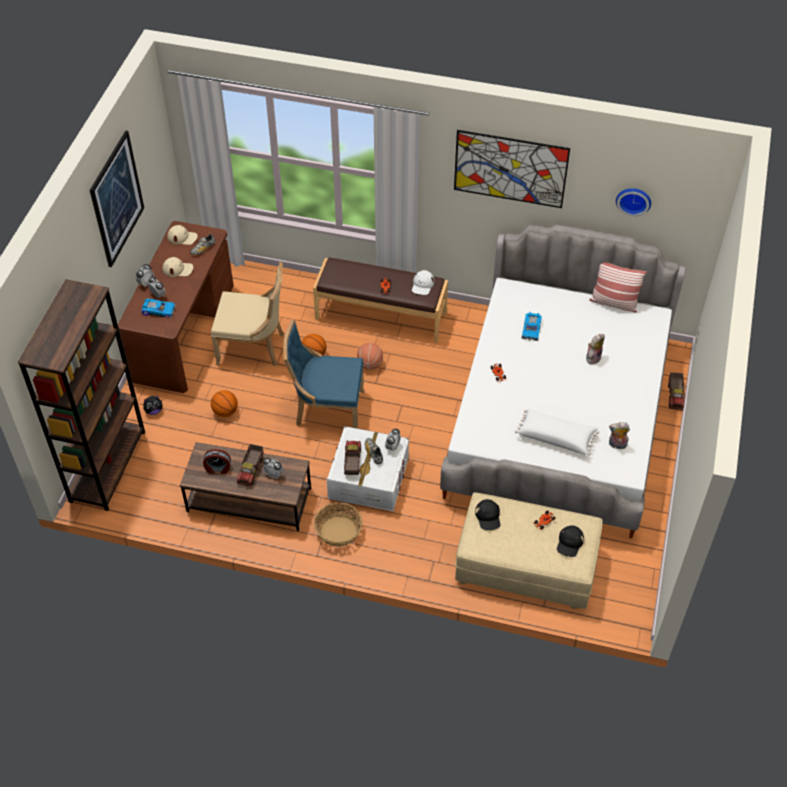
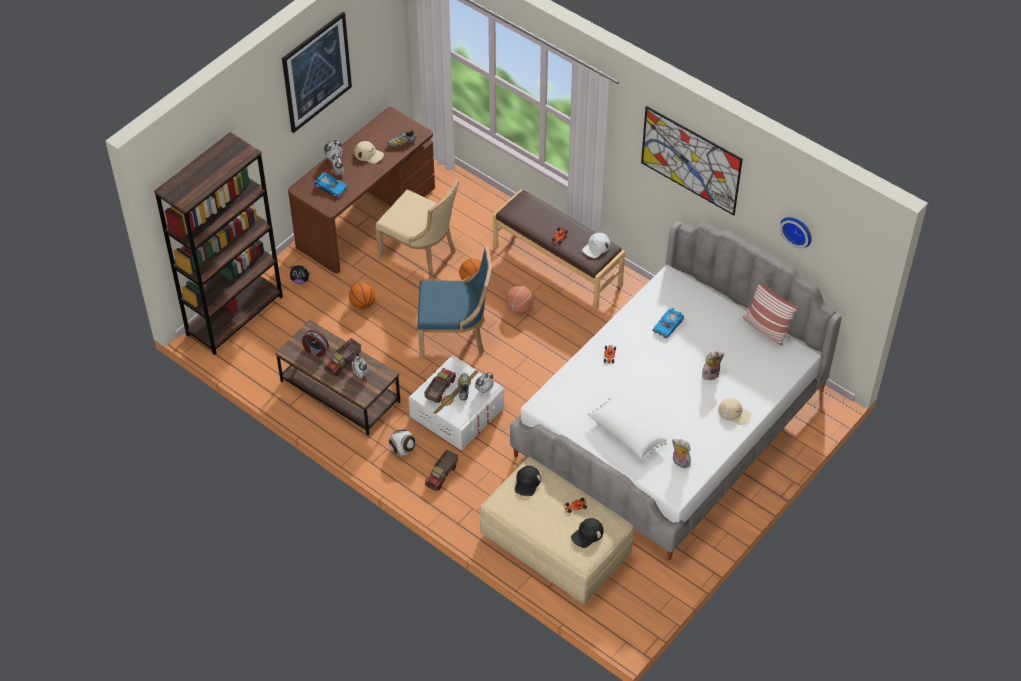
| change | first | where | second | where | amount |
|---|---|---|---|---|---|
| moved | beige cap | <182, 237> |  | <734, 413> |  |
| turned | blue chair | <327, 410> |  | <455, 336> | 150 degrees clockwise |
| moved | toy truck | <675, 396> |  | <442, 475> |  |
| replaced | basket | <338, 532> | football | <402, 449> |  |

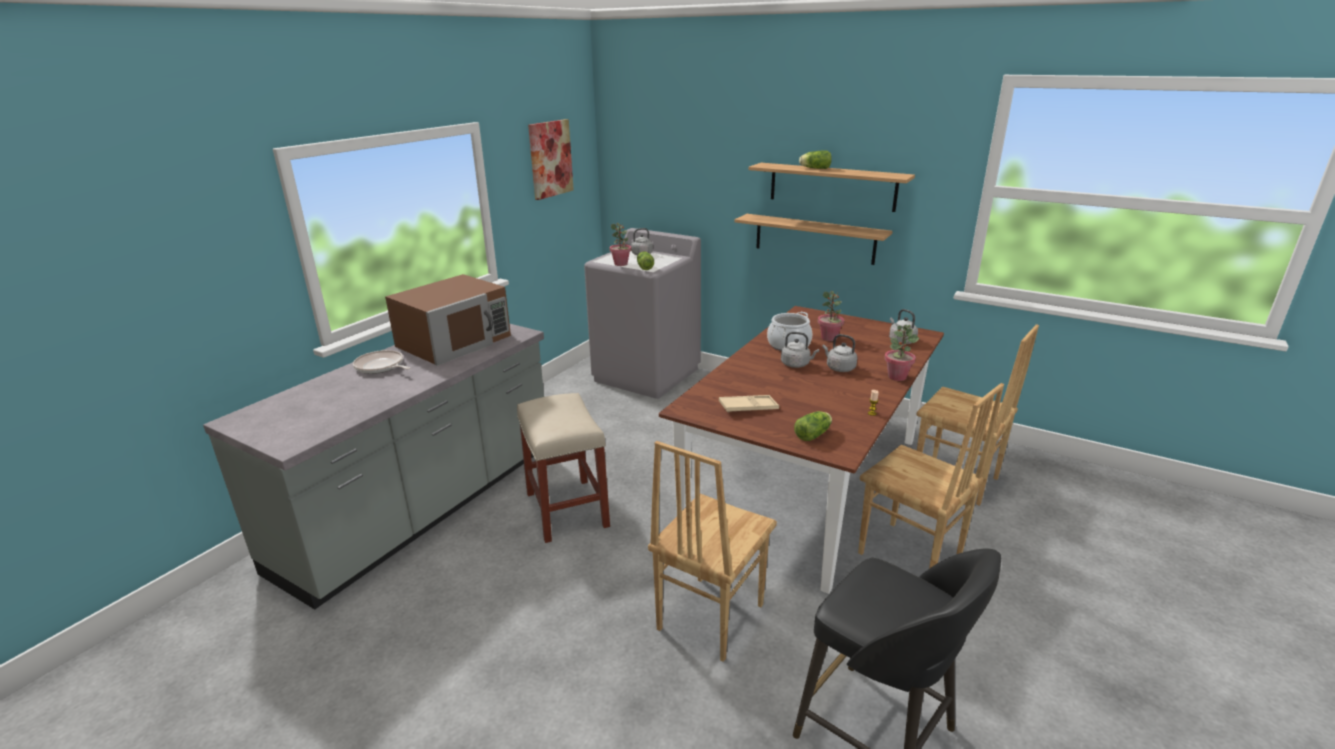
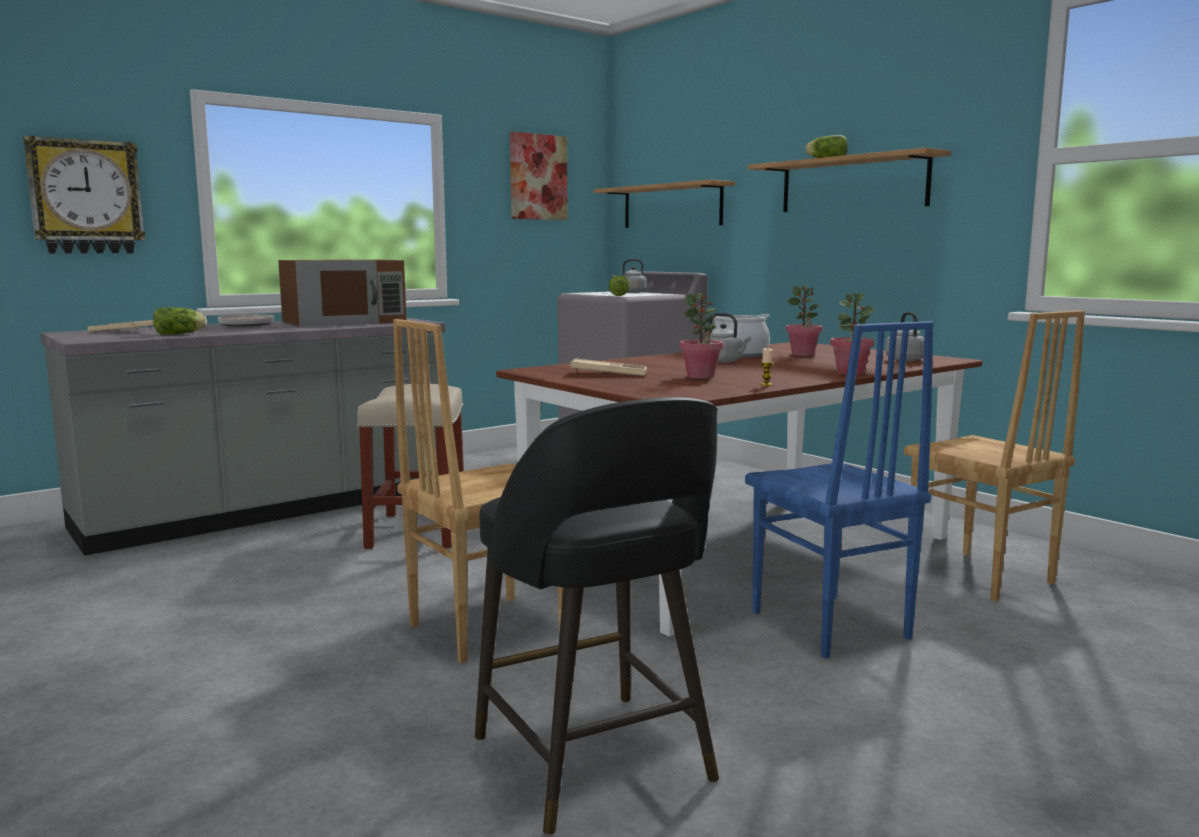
| change | first | where | second | where | amount |
|---|---|---|---|---|---|
| moved | shelf | <814, 238> |  | <671, 206> |  |
| moved | potted plant | <621, 264> |  | <700, 376> |  |
| removed | grey kettle | <839, 368> |  |  |  |
| recoloured | brown chair | <909, 556> | blue chair | <828, 626> |  |
| moved | lettuce | <814, 434> |  | <181, 334> |  |
| added |  |  | wall clock | <86, 197> |  |
| added |  |  | beige tray | <122, 331> |  |

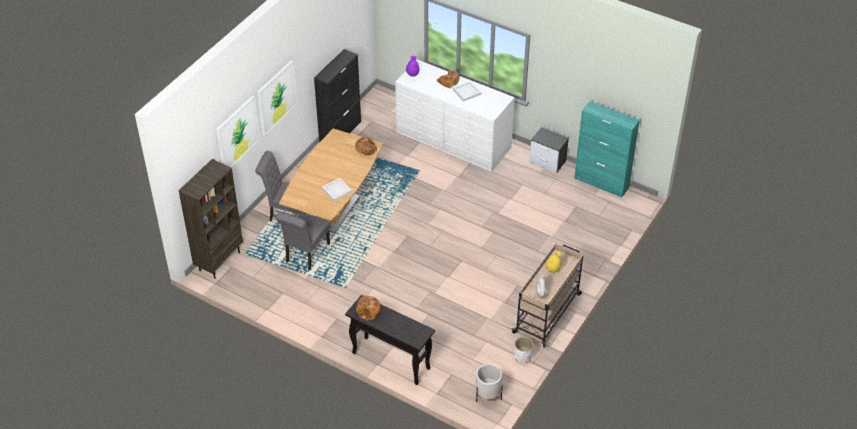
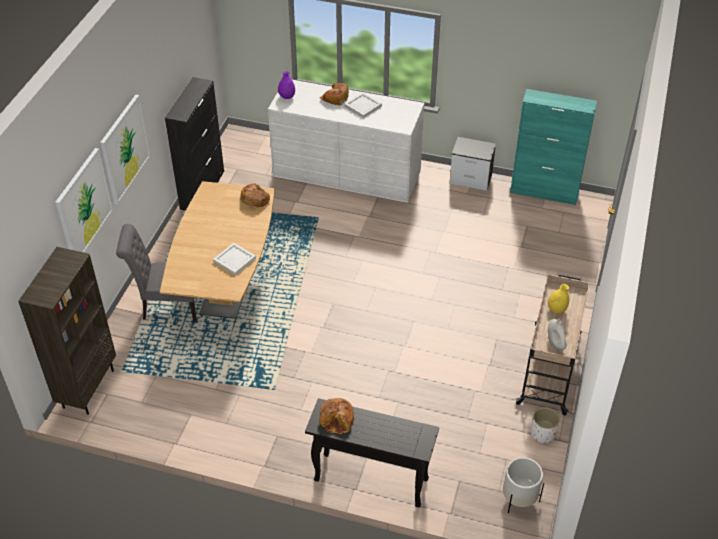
| change | first | where | second | where | amount |
|---|---|---|---|---|---|
| removed | grey chair | <305, 255> |  |  |  |

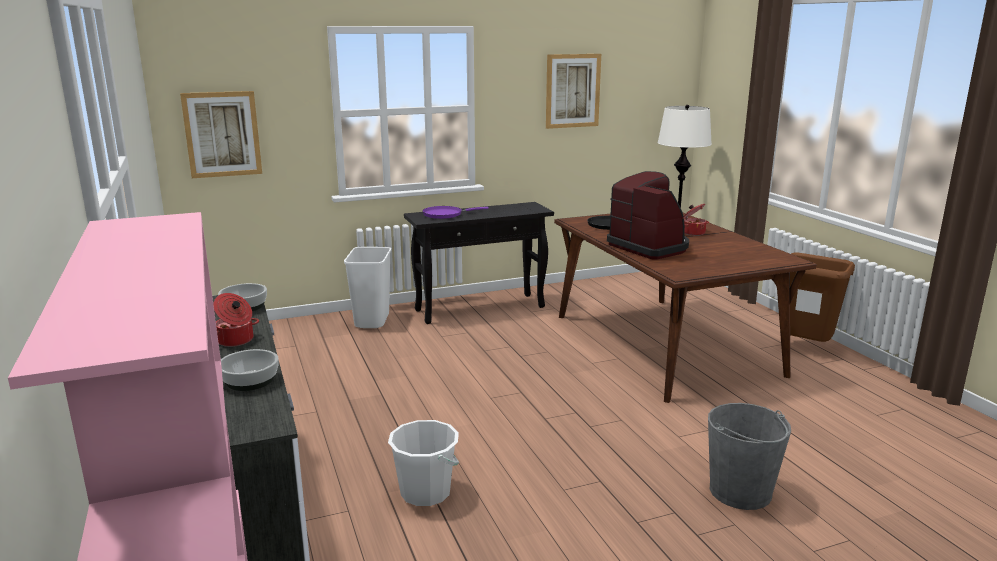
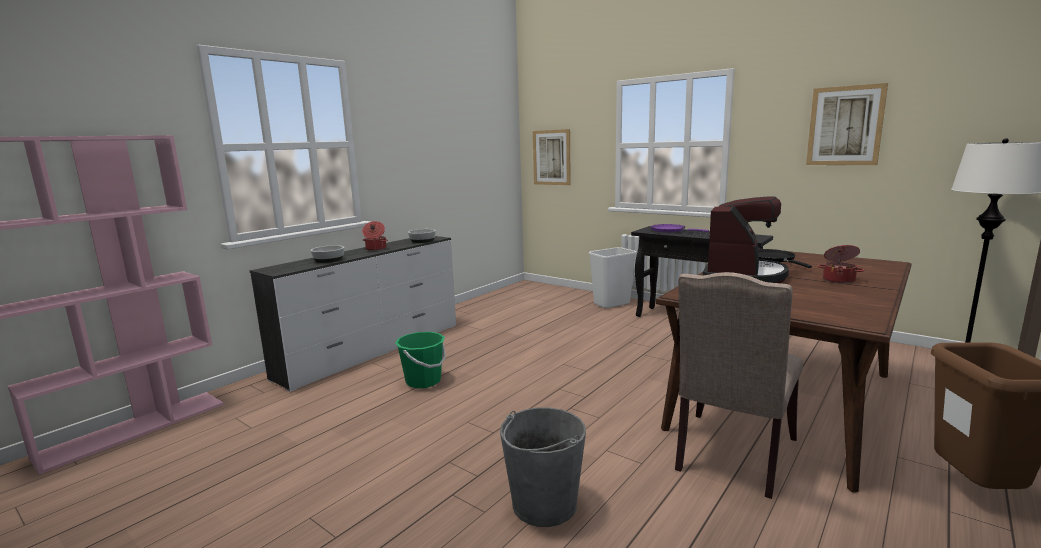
| change | first | where | second | where | amount |
|---|---|---|---|---|---|
| recoloured | white bucket | <426, 492> | green bucket | <423, 381> |  |
| added |  |  | beige chair | <732, 456> |  |

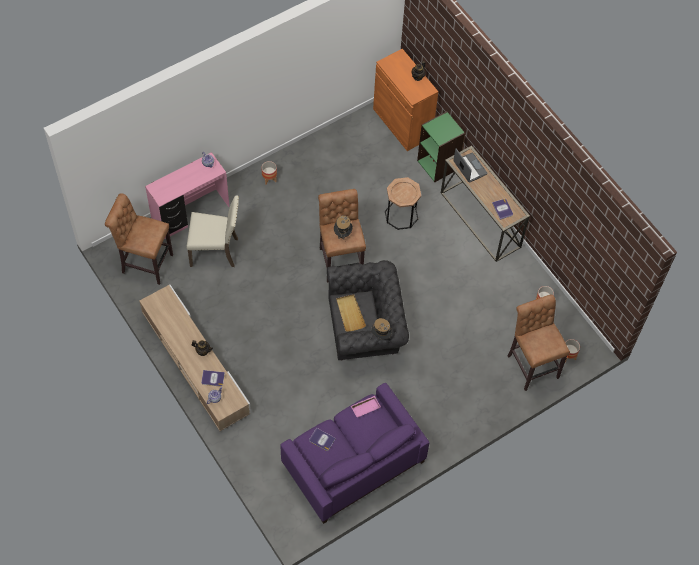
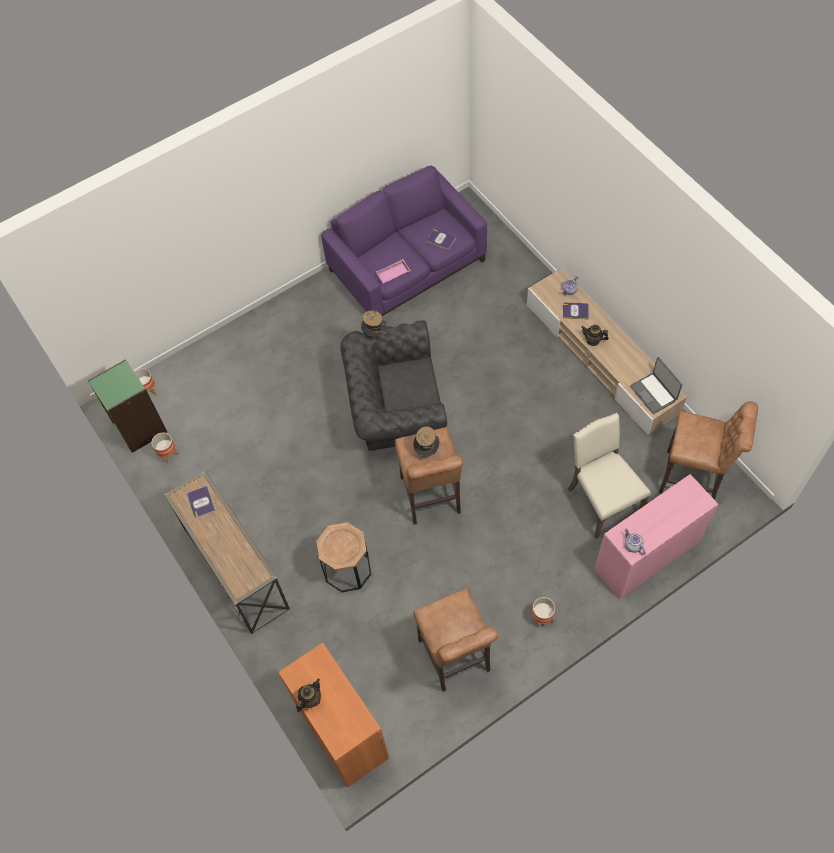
| change | first | where | second | where | amount |
|---|---|---|---|---|---|
| moved | green bookcase | <438, 164> |  | <139, 428> |  |
| moved | laptop | <469, 168> |  | <654, 393> |  |
| turned | beige chair | <215, 251> |  | <601, 501> | 60 degrees clockwise |
| removed | beige tray | <350, 313> |  |  |  |
| moved | brown stool | <531, 364> |  | <455, 659> |  |

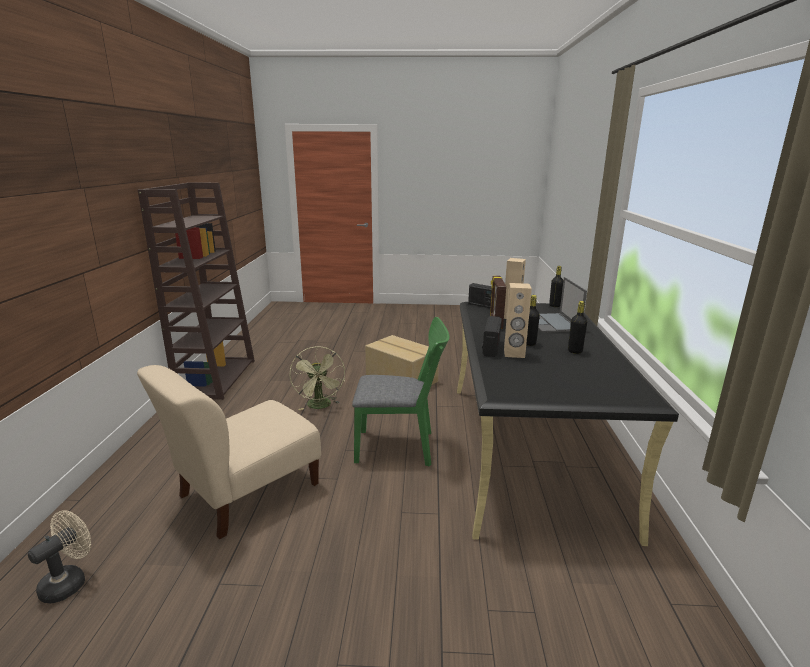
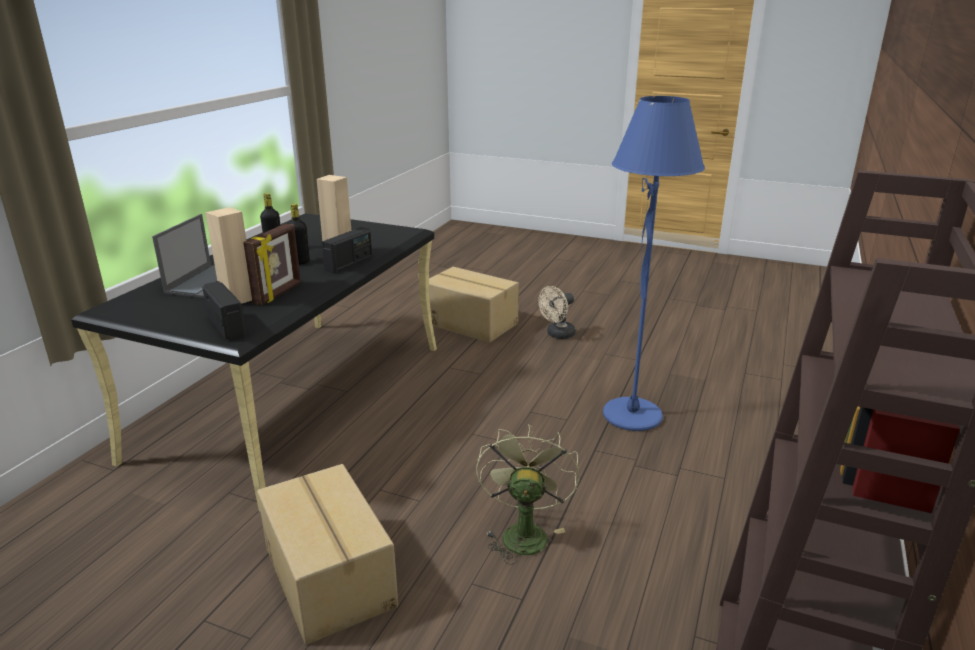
| change | first | where | second | where | amount |
|---|---|---|---|---|---|
| removed | black bottle | <554, 305> |  |  |  |
| removed | green chair | <401, 447> |  |  |  |
| replaced | beige chair | <244, 493> | blue floor lamp | <632, 416> |  |
| moved | beige fan | <69, 582> |  | <557, 335> |  |
| added |  |  | cardboard box | <471, 323> |  |

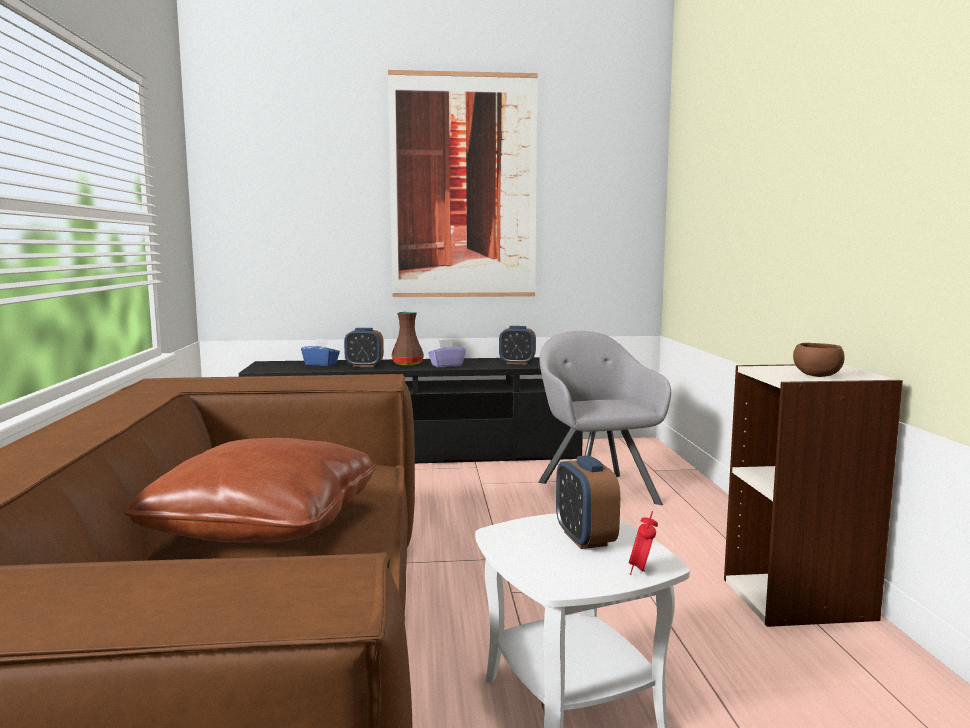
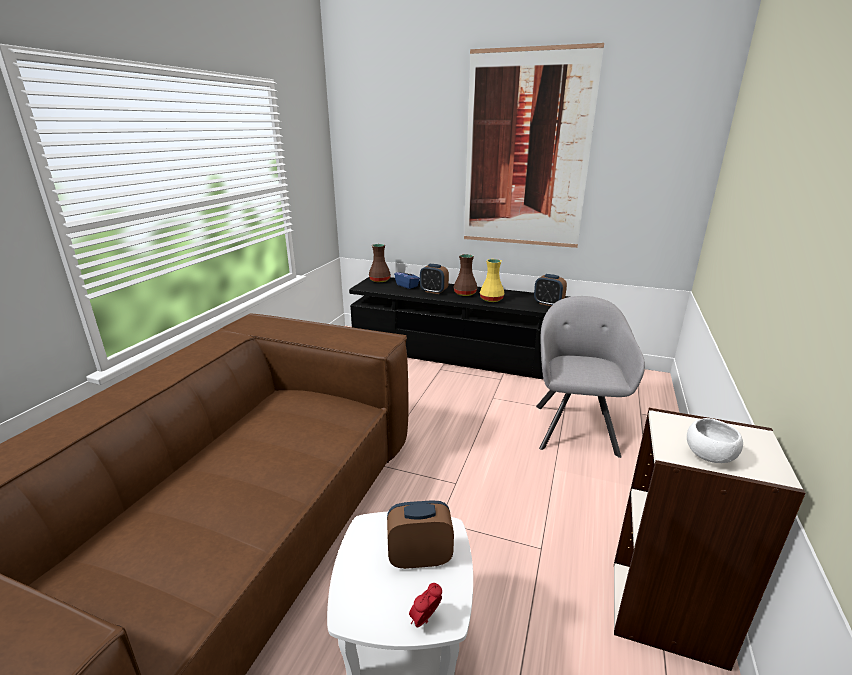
| change | first | where | second | where | amount |
|---|---|---|---|---|---|
| replaced | purple tissue box | <446, 365> | yellow vase | <491, 300> |  |
| recoloured | brown bowl | <816, 376> | white bowl | <708, 456> |  |
| removed | brown pillow | <265, 524> |  |  |  |
| turned | alarm clock | <585, 539> |  | <419, 557> | 75 degrees clockwise |
| added |  |  | brown vase | <380, 280> |  |

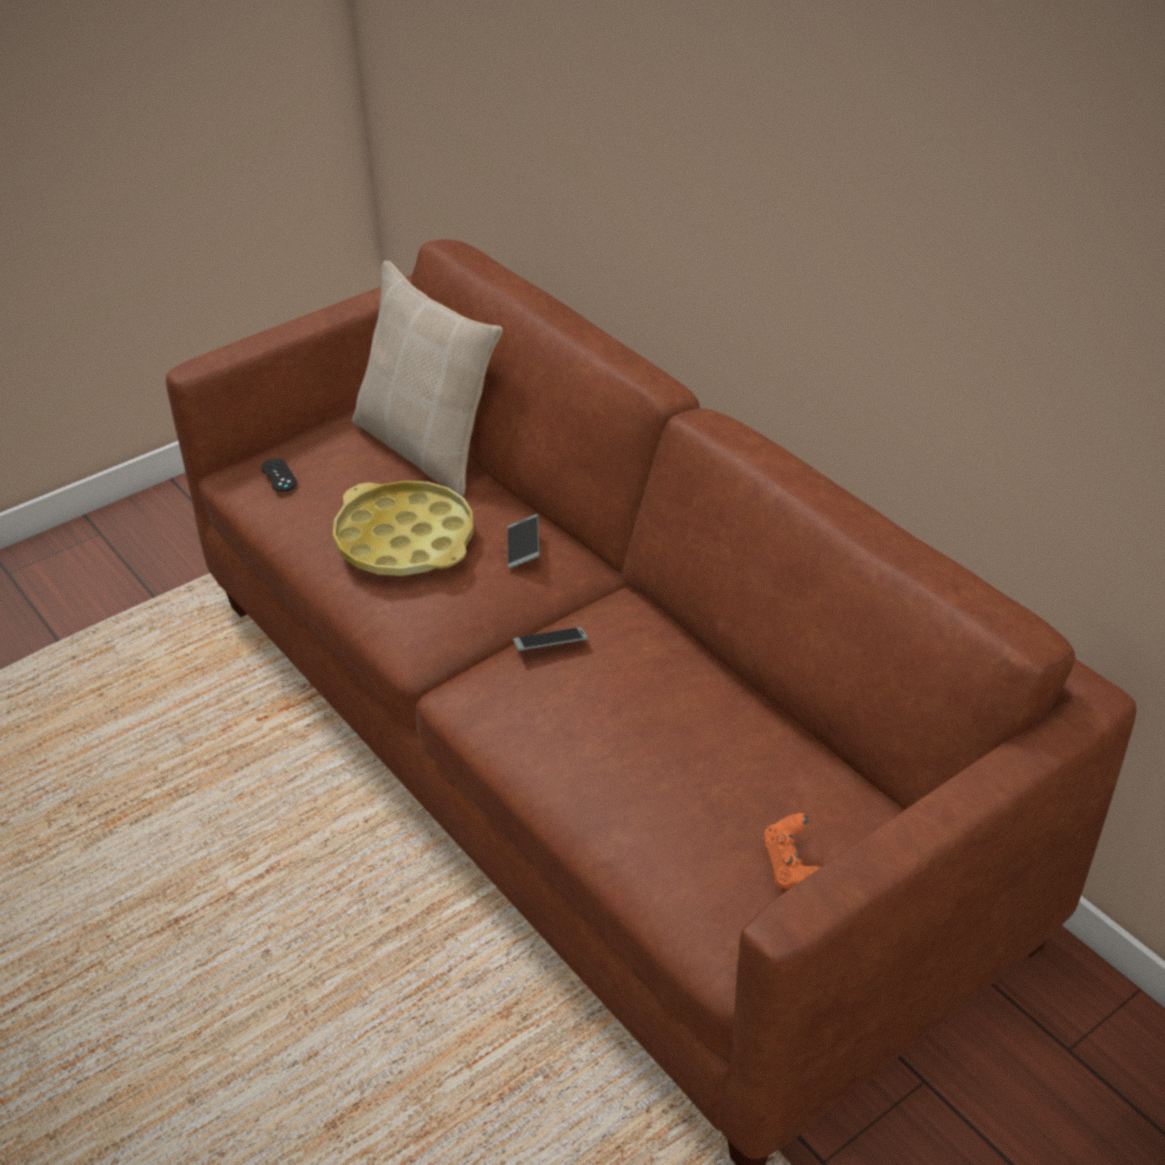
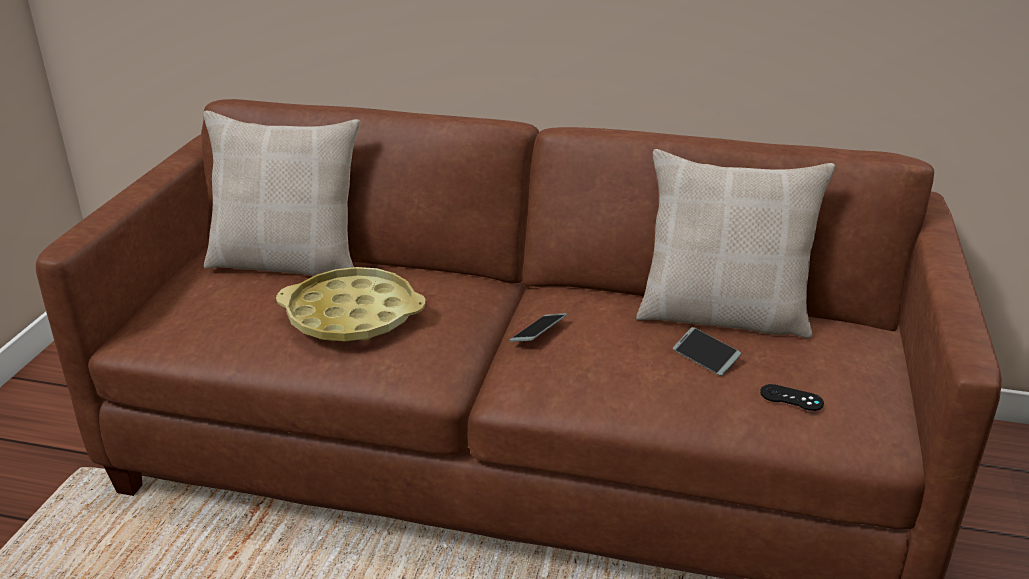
| change | first | where | second | where | amount |
|---|---|---|---|---|---|
| moved | black game controller | <279, 475> |  | <791, 398> |  |
| moved | phone | <523, 547> |  | <705, 357> |  |
| removed | orange game controller | <792, 866> |  |  |  |
| added |  |  | beige pillow | <723, 314> |  |

